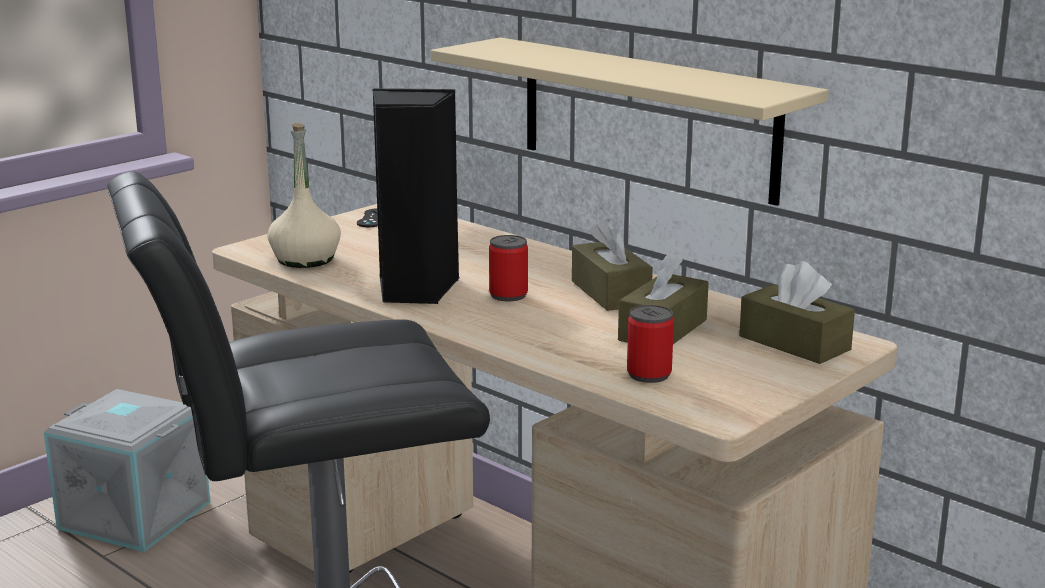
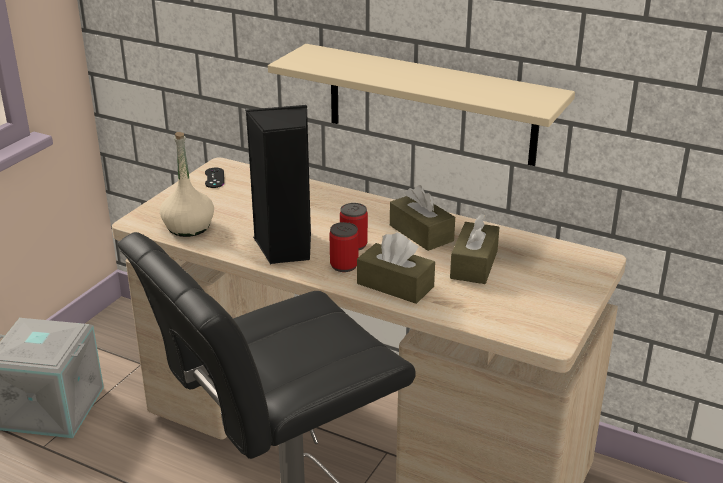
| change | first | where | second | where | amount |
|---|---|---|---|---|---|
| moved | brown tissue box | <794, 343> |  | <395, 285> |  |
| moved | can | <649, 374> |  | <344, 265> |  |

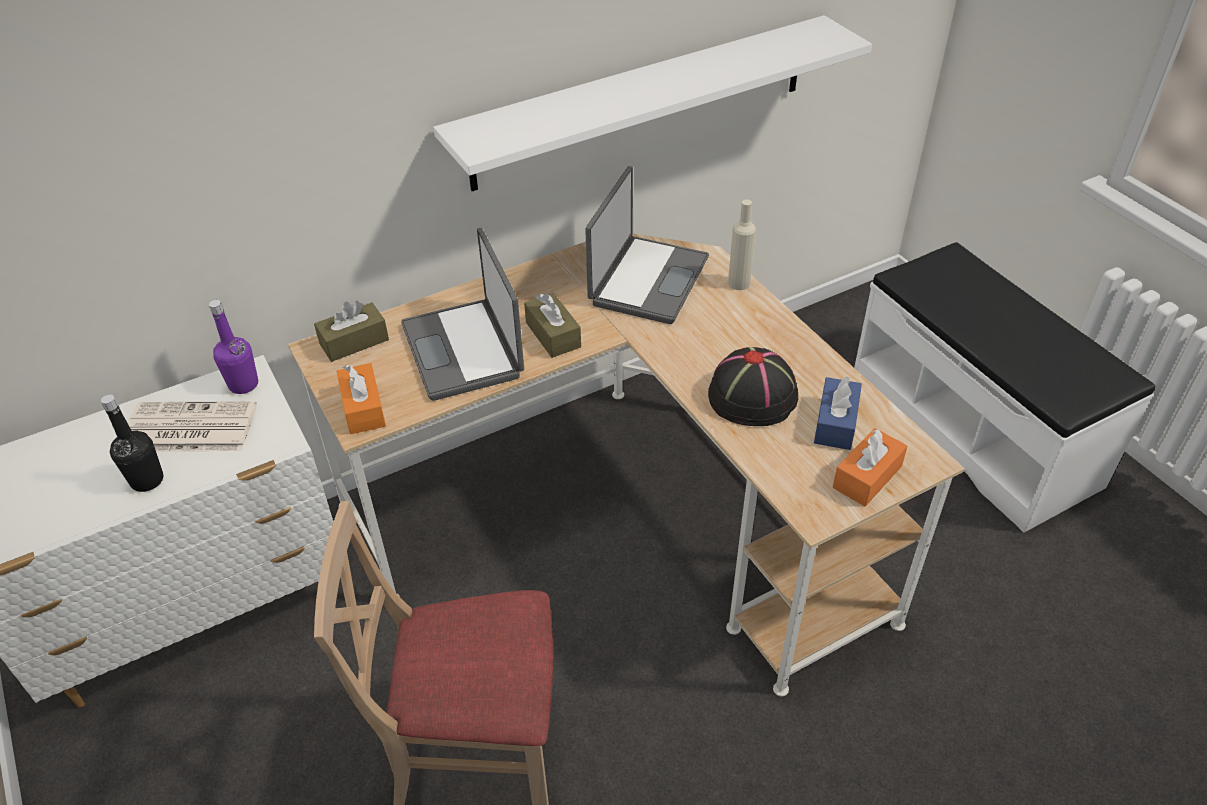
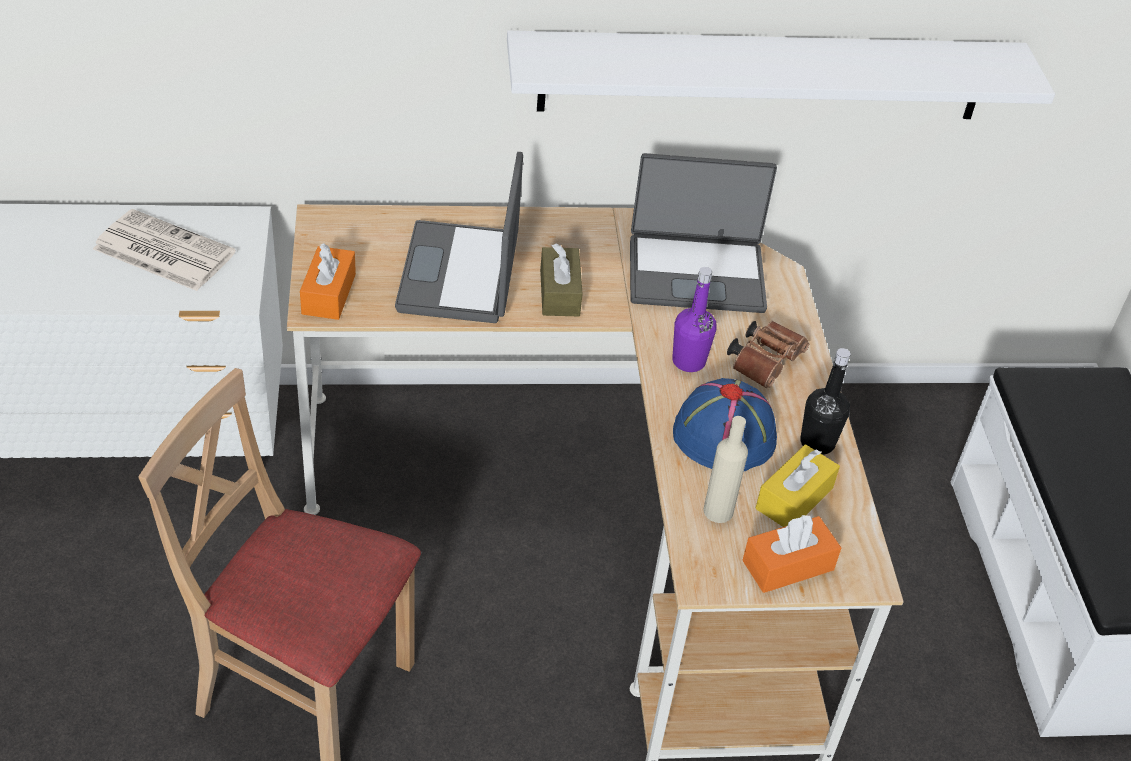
| change | first | where | second | where | amount |
|---|---|---|---|---|---|
| turned | laptop | <647, 280> |  | <696, 273> | 45 degrees clockwise |
| moved | beige bottle | <739, 283> |  | <718, 511> |  |
| moved | purple bottle | <243, 384> |  | <688, 361> |  |
| removed | brown tissue box | <354, 342> |  |  |  |
| recoloured | black hat | <753, 396> | blue hat | <725, 435> |  |
| recoloured | blue tissue box | <835, 423> | yellow tissue box | <794, 498> |  |
| moved | black bottle | <147, 480> |  | <817, 443> |  |
| added |  |  | brown binoculars | <766, 362> |  |

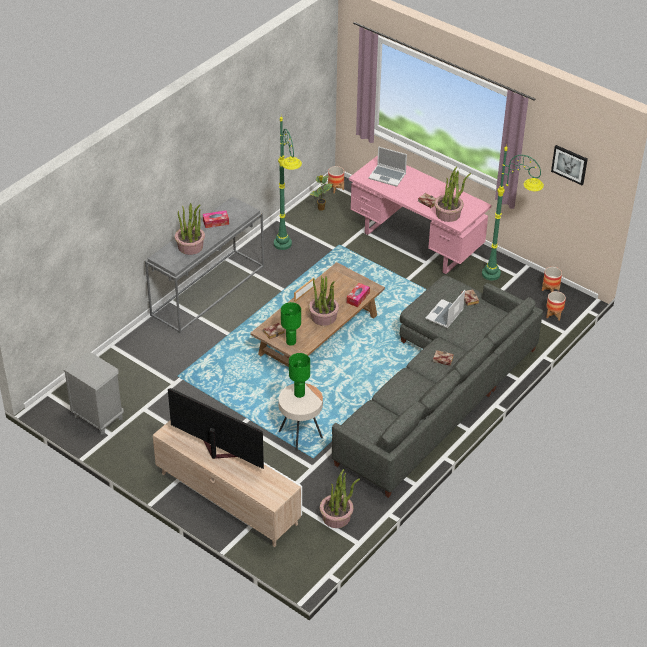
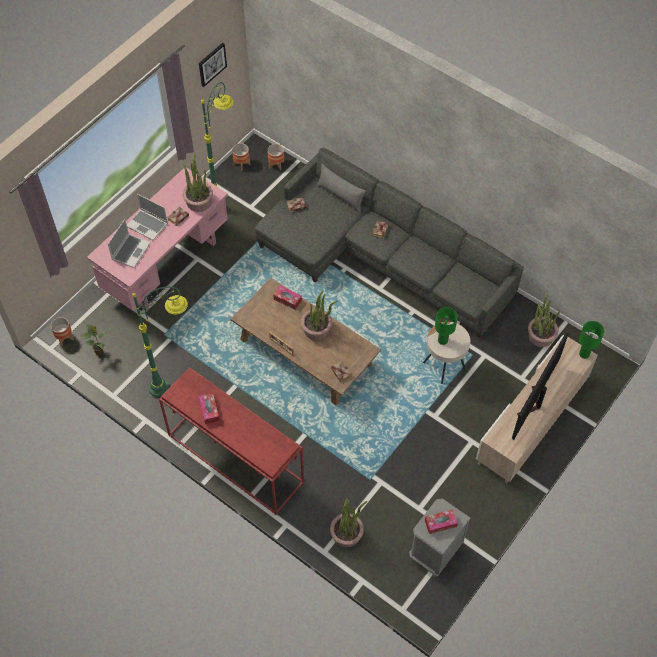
| change | first | where | second | where | amount |
|---|---|---|---|---|---|
| recoloured | grey console table | <208, 290> | red console table | <234, 458> |  |
| moved | potted plant | <190, 246> |  | <347, 534> |  |
| moved | laptop | <444, 315> |  | <148, 225> |  |
| moved | green table lamp | <291, 341> |  | <584, 354> |  |
| added |  |  | grey pillow | <340, 196> |  |
| added |  |  | tissue box | <440, 523> |  |

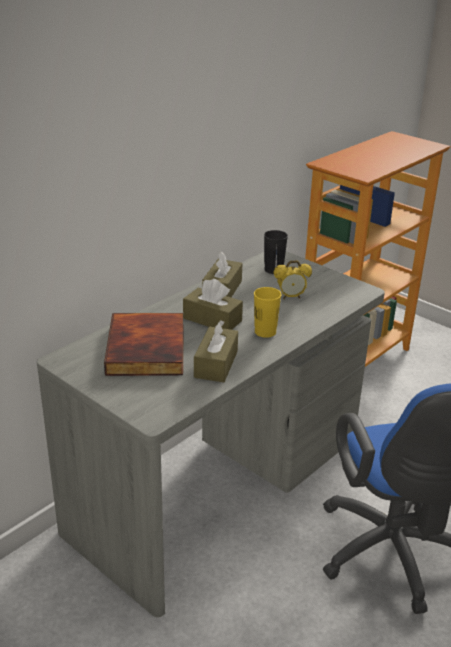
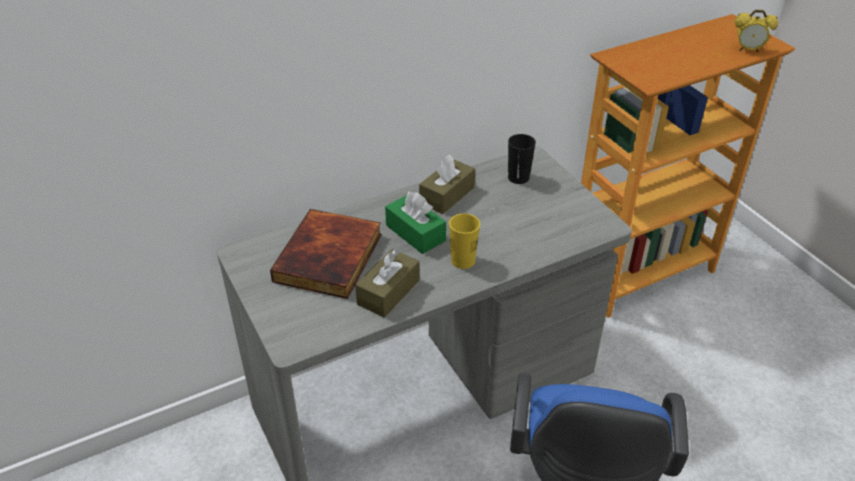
| change | first | where | second | where | amount |
|---|---|---|---|---|---|
| moved | alarm clock | <290, 297> |  | <748, 50> |  |
| recoloured | brown tissue box | <212, 319> | green tissue box | <415, 233> |  |

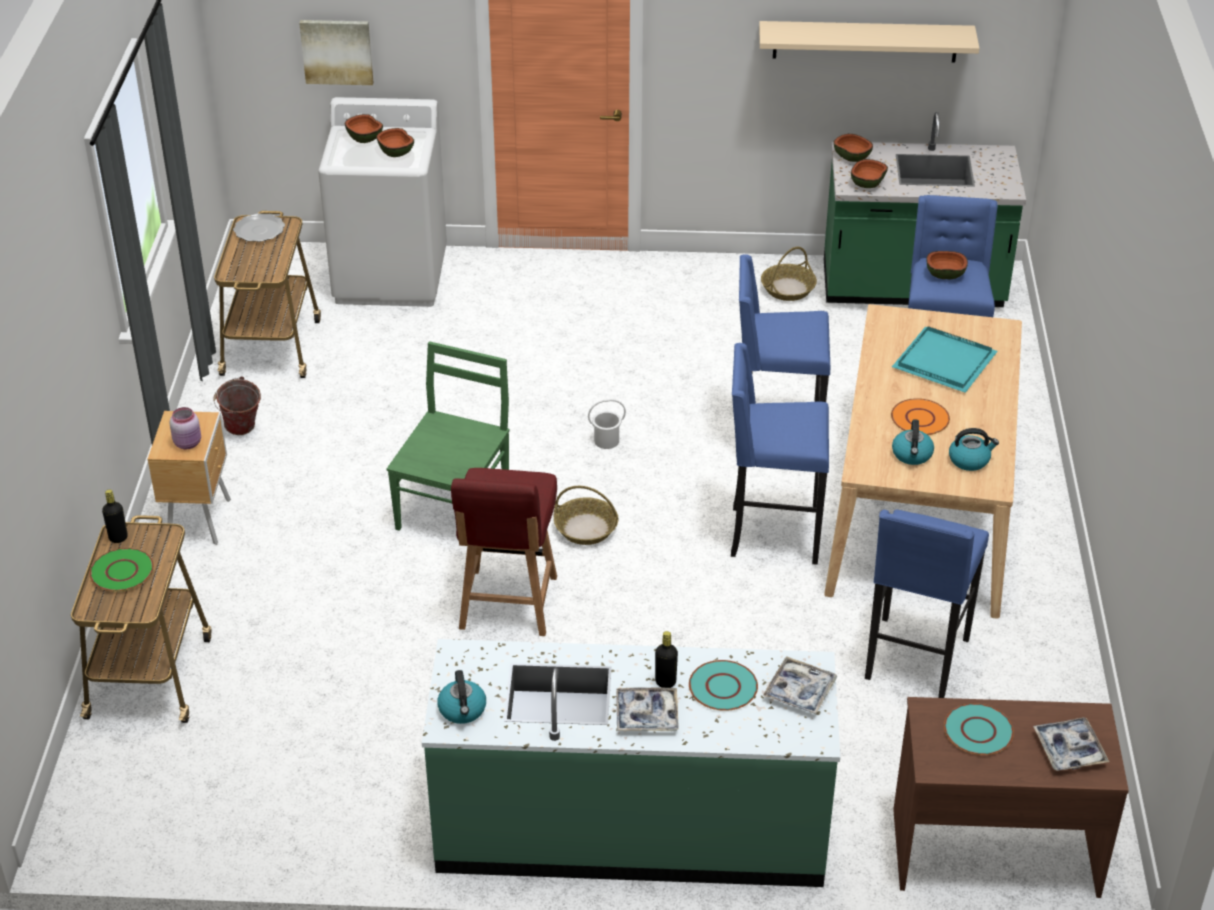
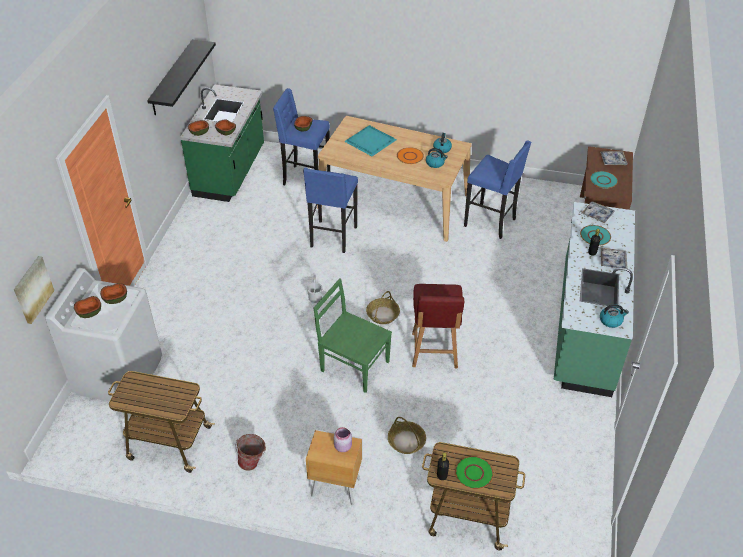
| change | first | where | second | where | amount |
|---|---|---|---|---|---|
| recoloured | beige shelf | <865, 41> | black shelf | <172, 78> |  |
| removed | plate | <259, 230> |  |  |  |
| moved | basket | <788, 288> |  | <406, 441> |  |
| removed | blue stool | <771, 534> |  |  |  |
| turned | red chair | <507, 604> |  | <434, 351> | 75 degrees clockwise |

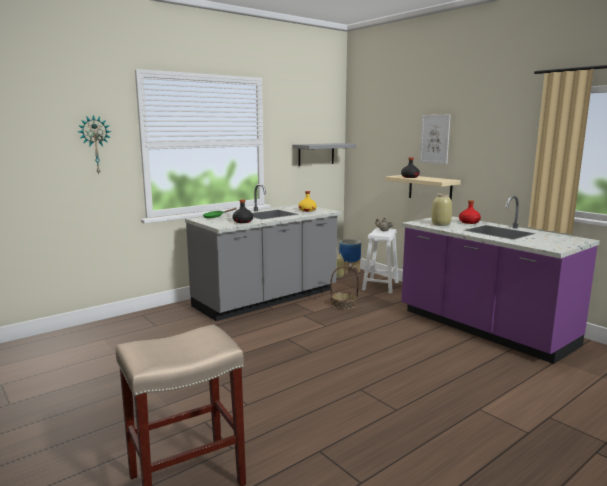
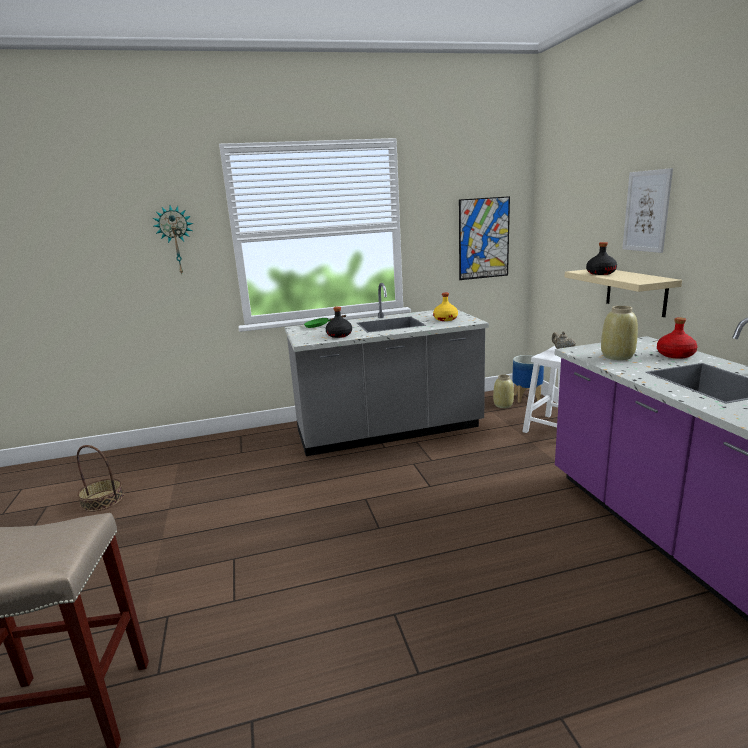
| change | first | where | second | where | amount |
|---|---|---|---|---|---|
| replaced | grey shelf | <316, 154> | picture | <483, 238> |  |
| moved | basket | <344, 304> |  | <103, 500> |  |

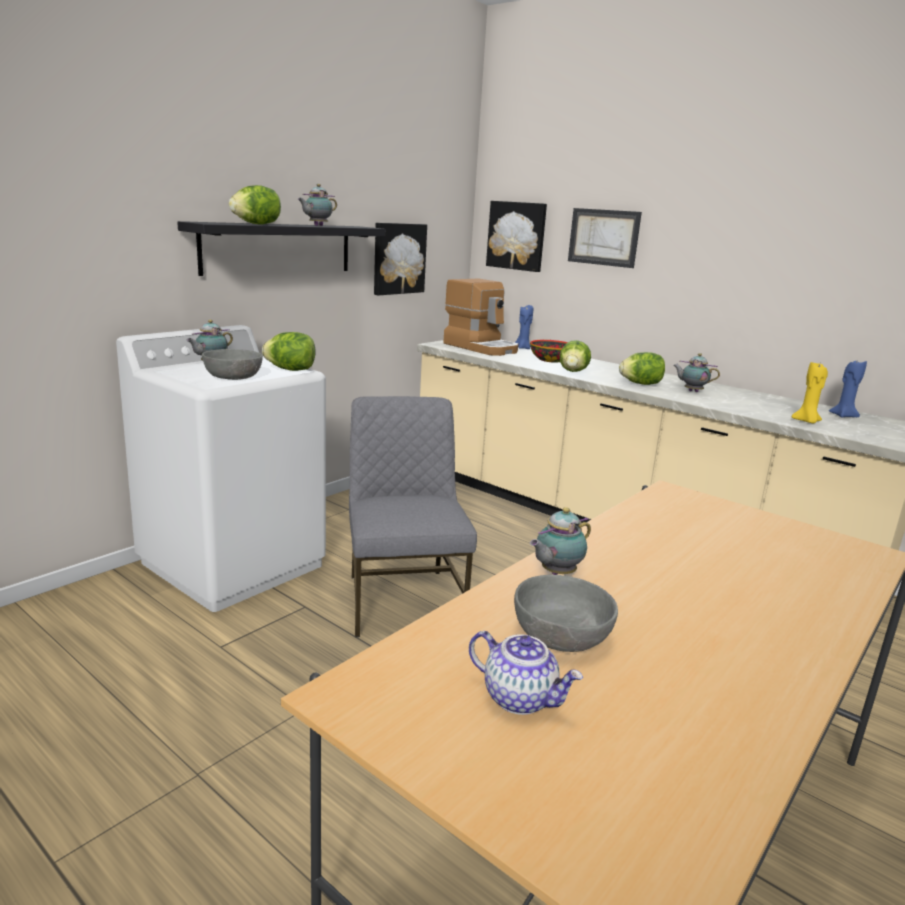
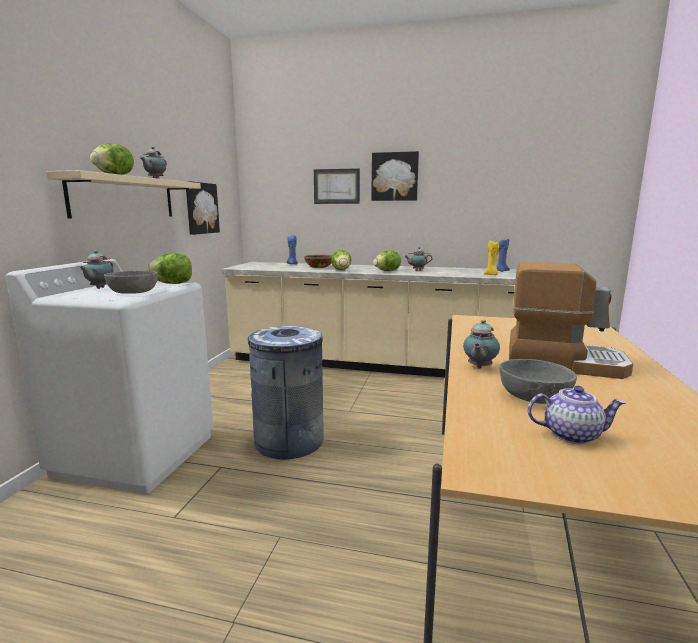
| change | first | where | second | where | amount |
|---|---|---|---|---|---|
| moved | picture | <517, 236> |  | <395, 176> |  |
| recoloured | black shelf | <278, 248> | beige shelf | <124, 198> |  |
| moved | coffee machine | <481, 347> |  | <563, 362> |  |
| replaced | grey chair | <403, 600> | grey trash can | <289, 441> |  |

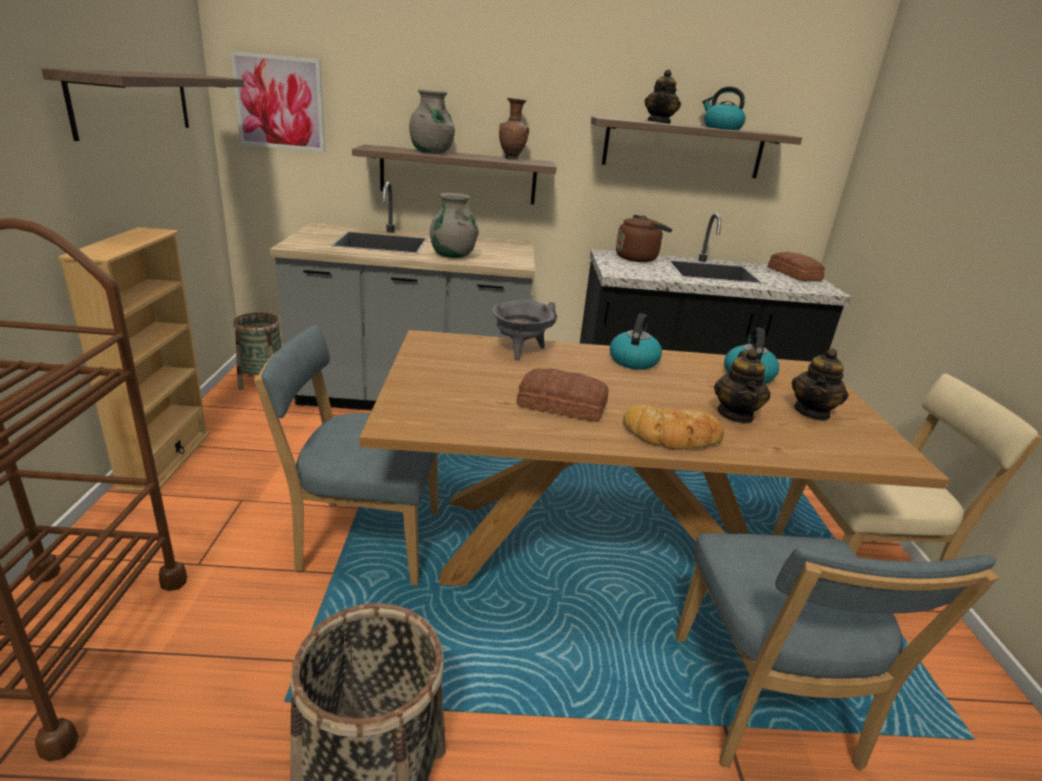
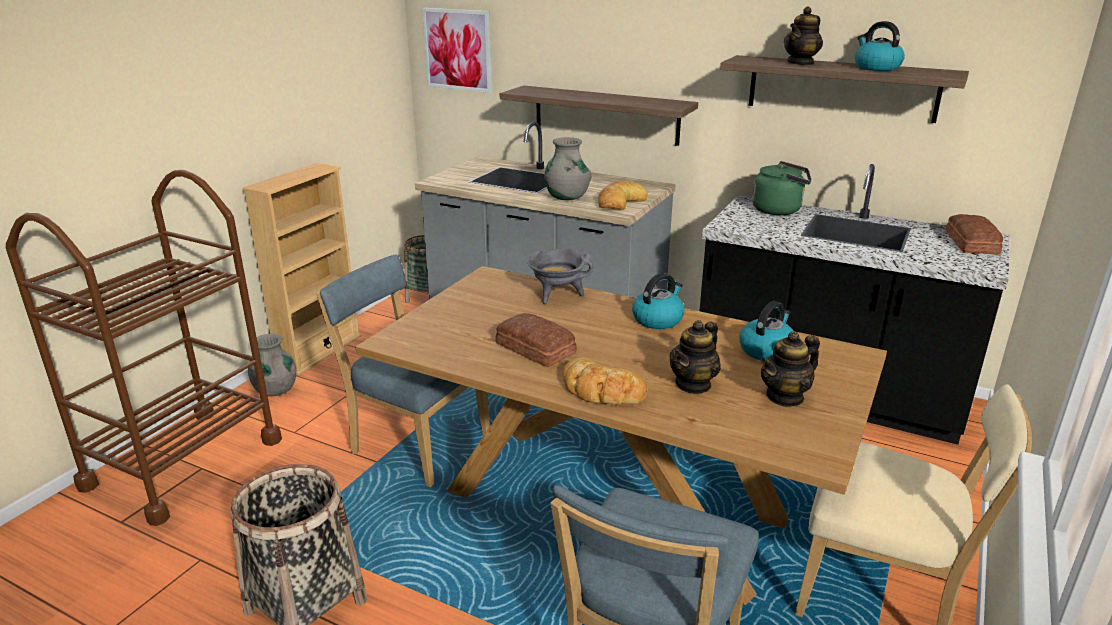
| change | first | where | second | where | amount |
|---|---|---|---|---|---|
| removed | shelf | <133, 103> |  |  |  |
| moved | grey vase | <431, 152> |  | <275, 390> |  |
| removed | brown vase | <512, 159> |  |  |  |
| recoloured | brown kettle | <638, 258> | green kettle | <780, 210> |  |
| added |  |  | bread | <619, 202> |  |

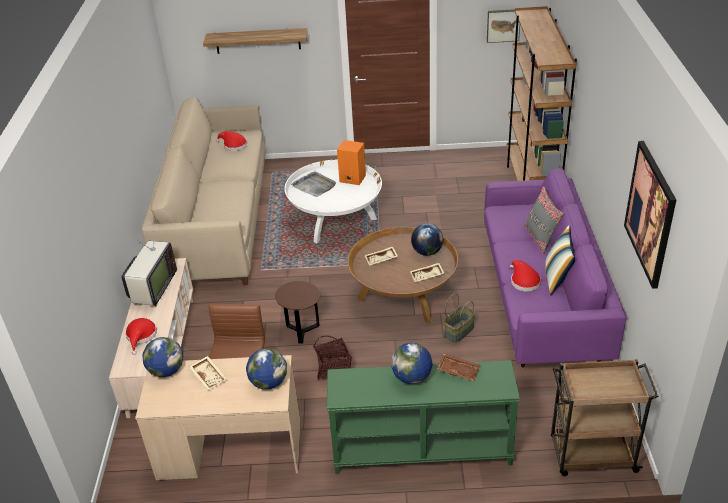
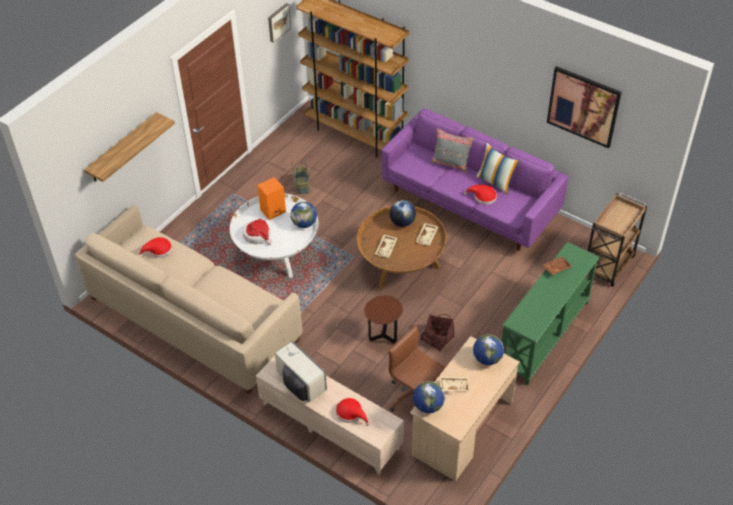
| change | first | where | second | where | amount |
|---|---|---|---|---|---|
| replaced | grey tray | <314, 186> | hat | <258, 235> |  |
| moved | basket | <458, 331> |  | <301, 185> |  |
| moved | globe | <412, 377> |  | <304, 224> |  |

